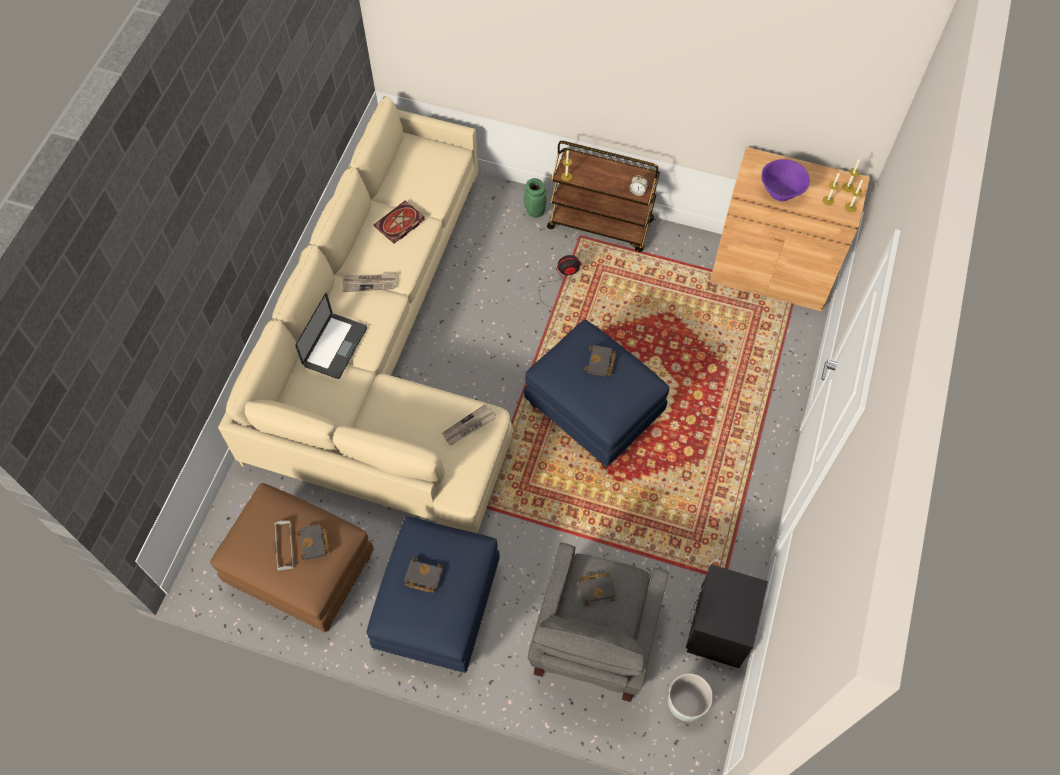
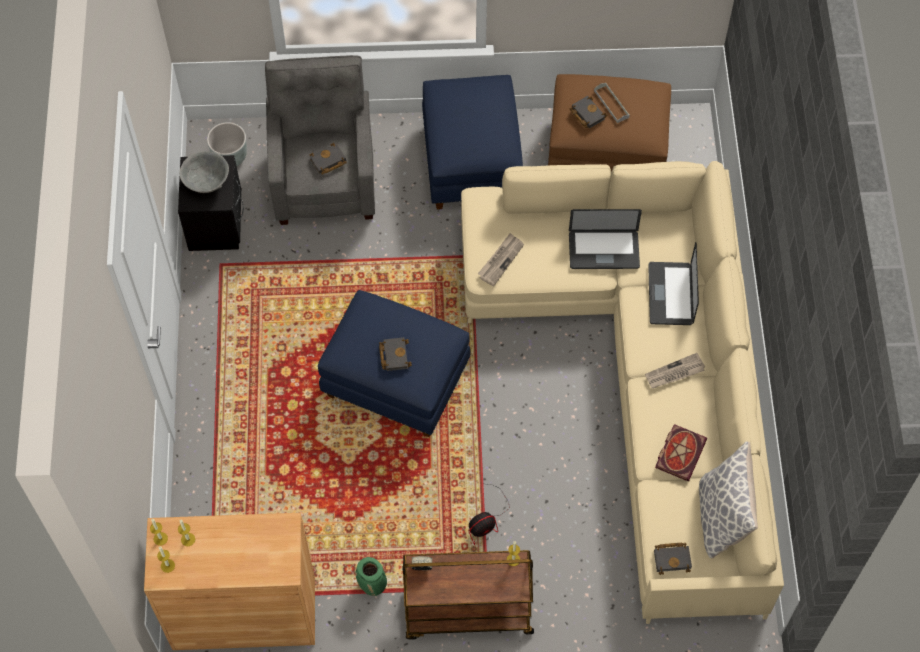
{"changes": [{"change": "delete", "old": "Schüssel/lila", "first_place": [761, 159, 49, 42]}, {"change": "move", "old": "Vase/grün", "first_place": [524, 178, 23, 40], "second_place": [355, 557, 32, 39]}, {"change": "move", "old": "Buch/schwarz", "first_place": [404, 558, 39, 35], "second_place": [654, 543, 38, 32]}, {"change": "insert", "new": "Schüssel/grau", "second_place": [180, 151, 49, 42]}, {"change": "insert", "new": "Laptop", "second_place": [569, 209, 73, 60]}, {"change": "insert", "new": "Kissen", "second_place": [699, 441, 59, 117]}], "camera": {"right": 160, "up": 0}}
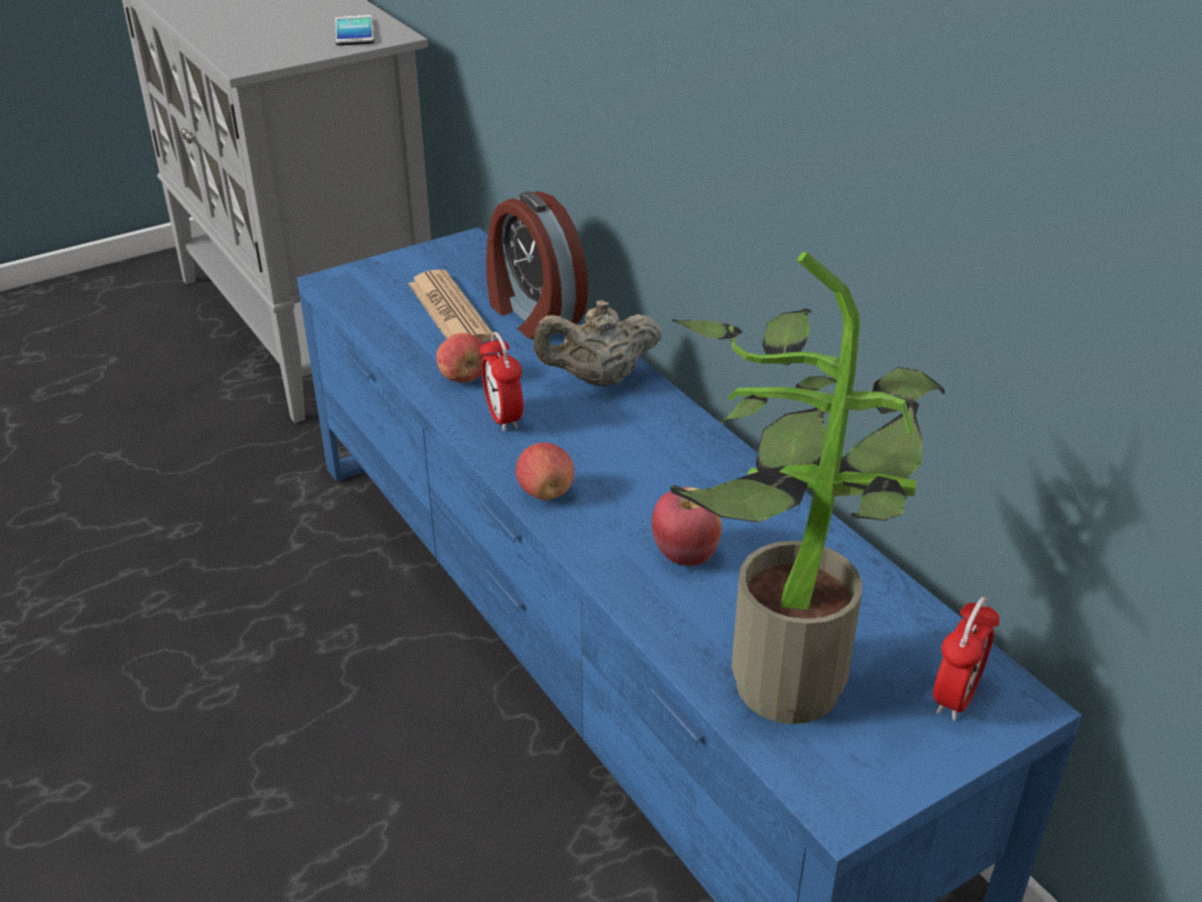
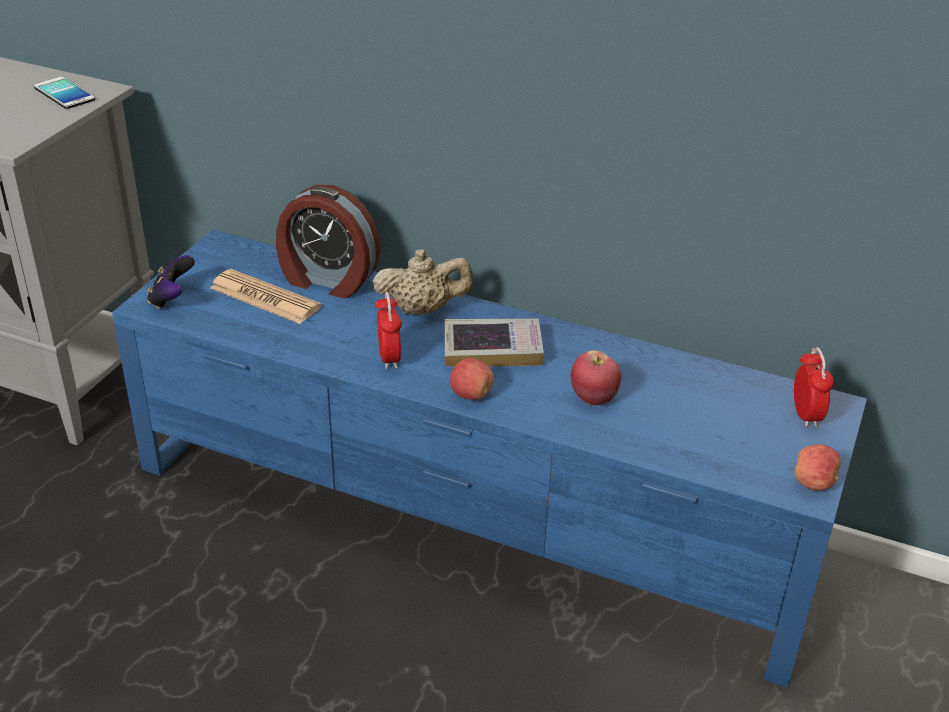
{"changes": [{"change": "delete", "old": "Topfpflanze", "first_place": [670, 252, 275, 472]}, {"change": "rotate", "old": "Teekanne/beige", "first_place": [534, 300, 128, 86], "second_place": [373, 249, 100, 66], "degrees": -135}, {"change": "rotate", "old": "Wecker", "first_place": [480, 332, 43, 100], "second_place": [375, 292, 27, 78], "degrees": -135}, {"change": "move", "old": "Apfel", "first_place": [436, 333, 52, 50], "second_place": [795, 444, 46, 46]}, {"change": "insert", "new": "Gamepad", "second_place": [147, 255, 48, 54]}, {"change": "insert", "new": "Buch", "second_place": [445, 319, 99, 48]}], "camera": {"right": -35, "up": 0}}
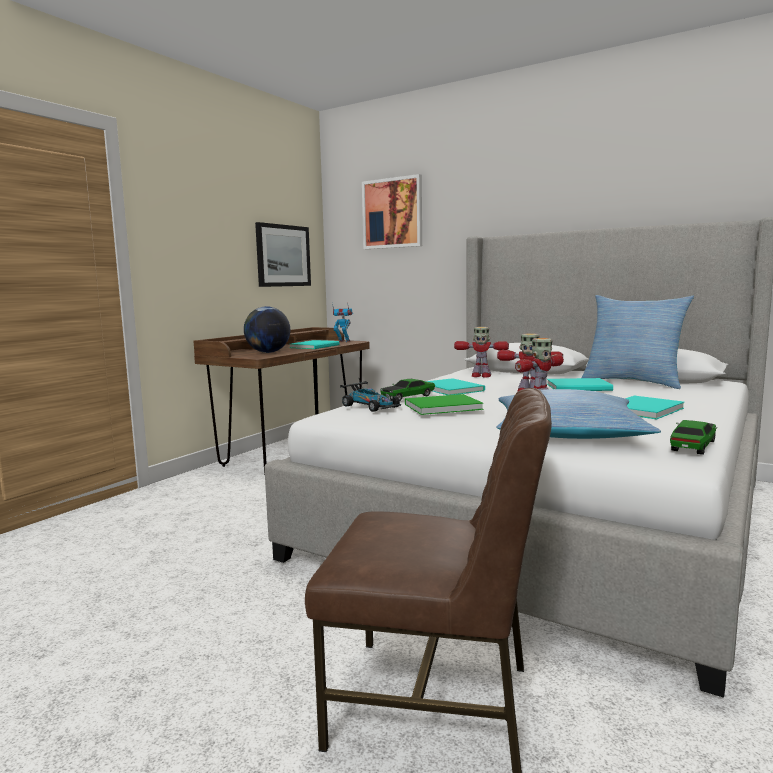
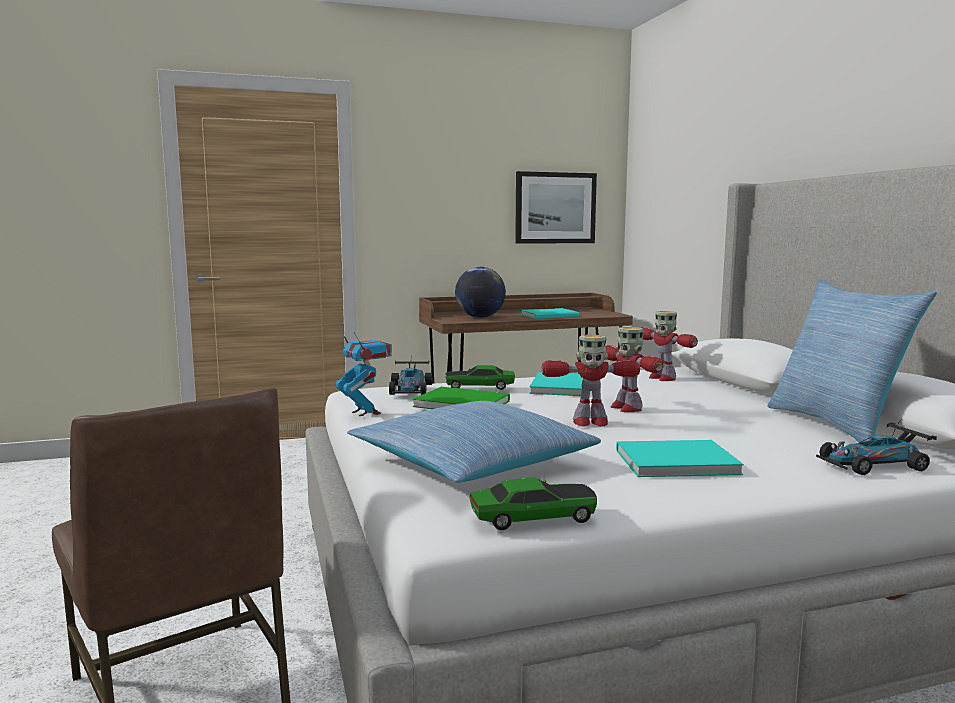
{"changes": [{"change": "delete", "old": "Bild", "first_place": [362, 174, 60, 75]}, {"change": "move", "old": "Spielzeugroboter", "first_place": [332, 302, 21, 40], "second_place": [336, 328, 56, 88]}, {"change": "delete", "old": "Buch/türkis", "first_place": [547, 378, 66, 13]}, {"change": "insert", "new": "Spielzeugauto", "second_place": [816, 419, 121, 56]}], "camera": {"right": 40, "up": 0}}
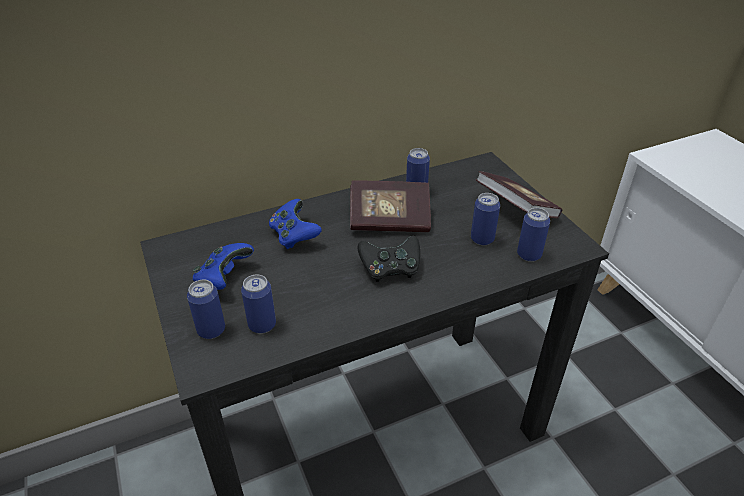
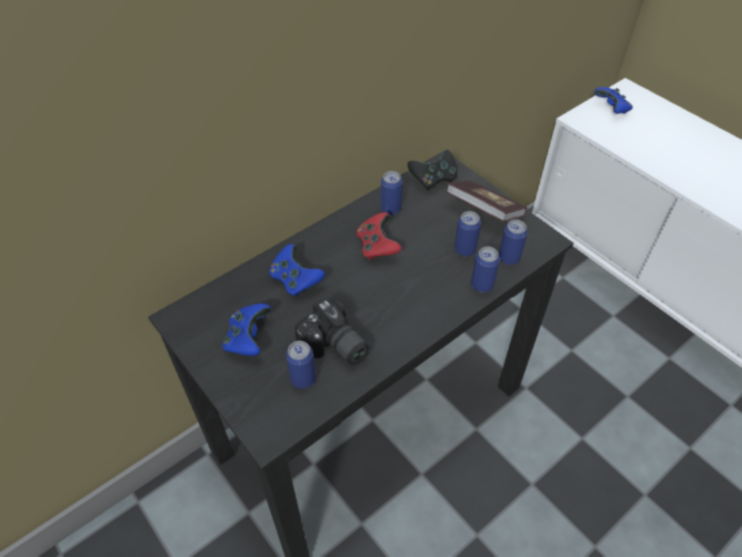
{"changes": [{"change": "replace", "old": "Buch", "new": "Gamepad/rot", "first_place": [350, 180, 81, 52], "second_place": [356, 212, 46, 48]}, {"change": "move", "old": "Gamepad/schwarz", "first_place": [358, 236, 62, 46], "second_place": [407, 150, 50, 40]}, {"change": "move", "old": "Dose", "first_place": [187, 280, 38, 59], "second_place": [471, 246, 29, 47]}, {"change": "insert", "new": "Gamepad/blau", "second_place": [594, 87, 39, 27]}, {"change": "insert", "new": "Kamera", "second_place": [294, 298, 76, 67]}], "camera": {"right": -15, "up": 10}}
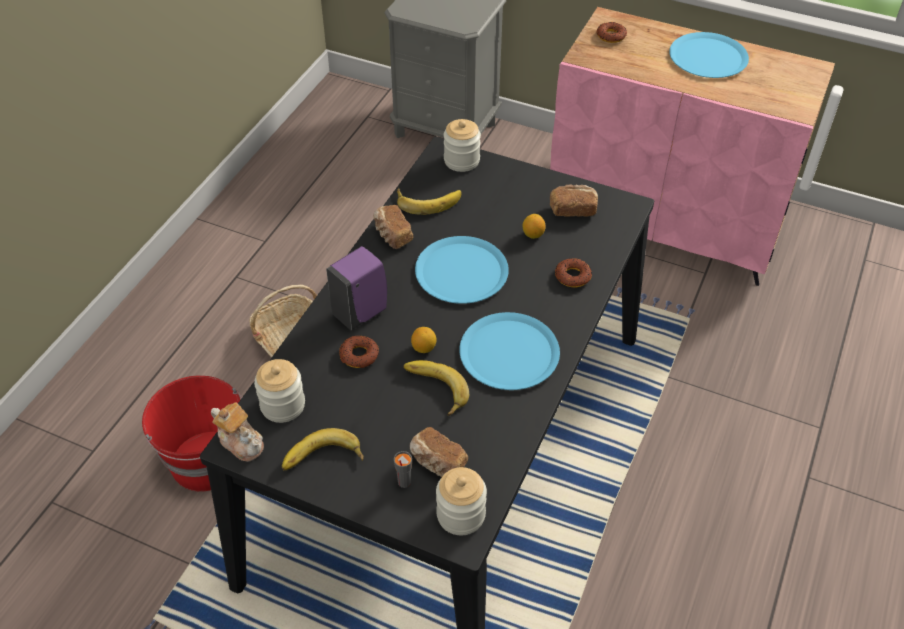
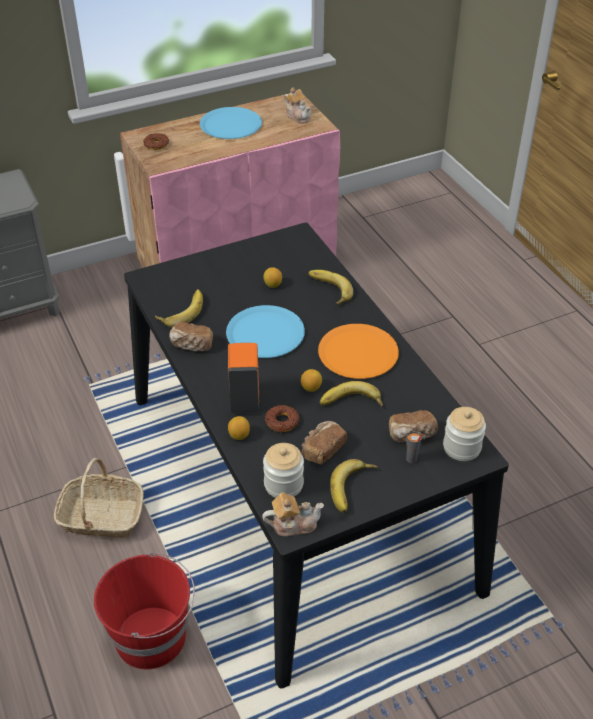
{"changes": [{"change": "delete", "old": "Vorratsglas", "first_place": [444, 119, 37, 53]}, {"change": "move", "old": "Brot", "first_place": [550, 184, 48, 33], "second_place": [302, 421, 45, 43]}, {"change": "recolor", "old": "Seifenspender/lila", "new": "Seifenspender/orange", "first_place": [326, 246, 61, 84], "second_place": [228, 343, 32, 70]}, {"change": "replace", "old": "Donut", "new": "Banane", "first_place": [555, 258, 37, 29], "second_place": [308, 270, 45, 35]}, {"change": "recolor", "old": "Teller/blau", "new": "Teller/orange", "first_place": [459, 312, 101, 78], "second_place": [318, 324, 81, 55]}, {"change": "insert", "new": "Teekanne", "second_place": [284, 87, 27, 37]}, {"change": "insert", "new": "Zitrone", "second_place": [228, 416, 22, 24]}], "camera": {"right": -50, "up": -5}}
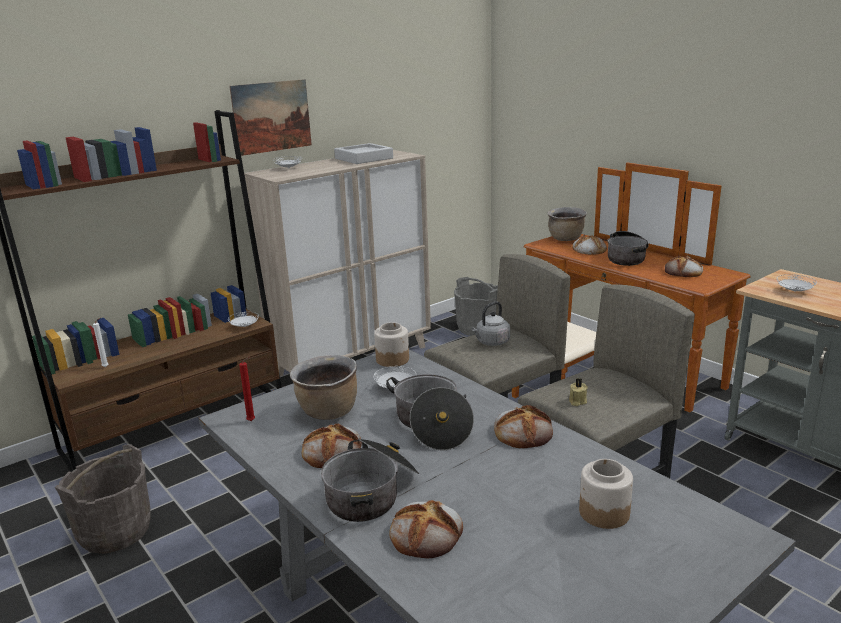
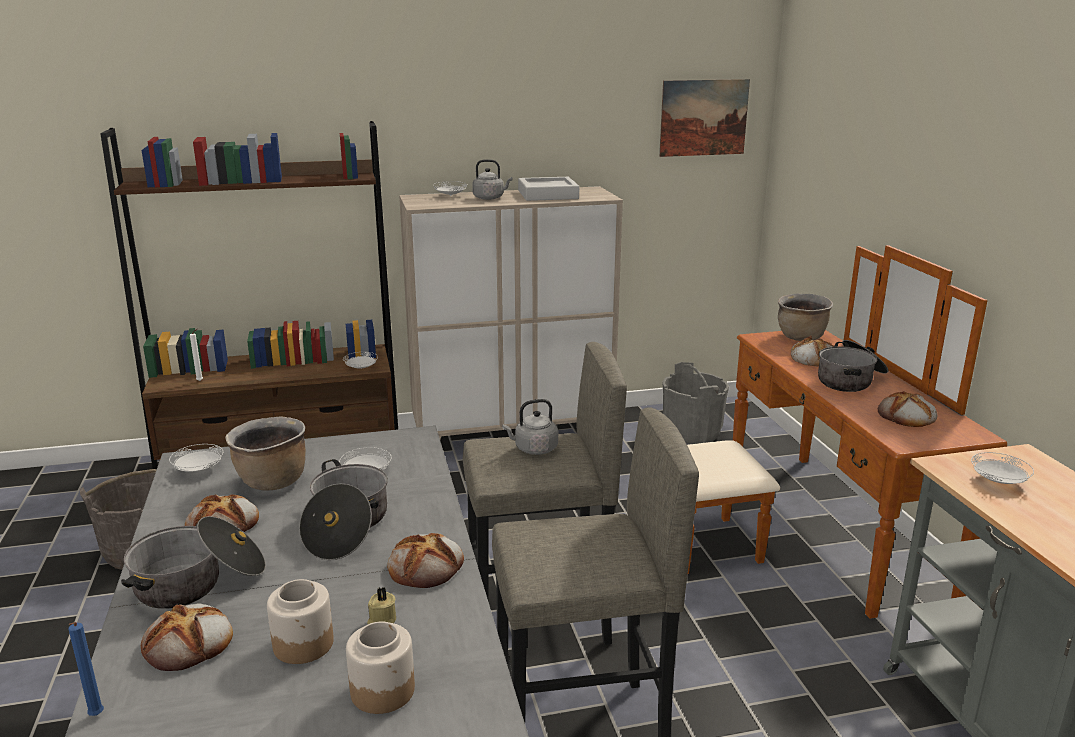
{"changes": [{"change": "move", "old": "Bild", "first_place": [229, 79, 83, 77], "second_place": [659, 79, 91, 78]}, {"change": "move", "old": "Vorratsglas", "first_place": [374, 322, 35, 45], "second_place": [267, 579, 67, 85]}, {"change": "replace", "old": "Kerze/rot", "new": "Teller/weiß", "first_place": [239, 357, 16, 64], "second_place": [169, 444, 54, 28]}, {"change": "move", "old": "Kerze/beige", "first_place": [569, 378, 19, 28], "second_place": [367, 587, 29, 37]}, {"change": "insert", "new": "Wasserkessel/grau", "second_place": [472, 159, 41, 41]}, {"change": "insert", "new": "Kerze/blau", "second_place": [68, 622, 36, 94]}], "camera": {"right": 25, "up": 0}}
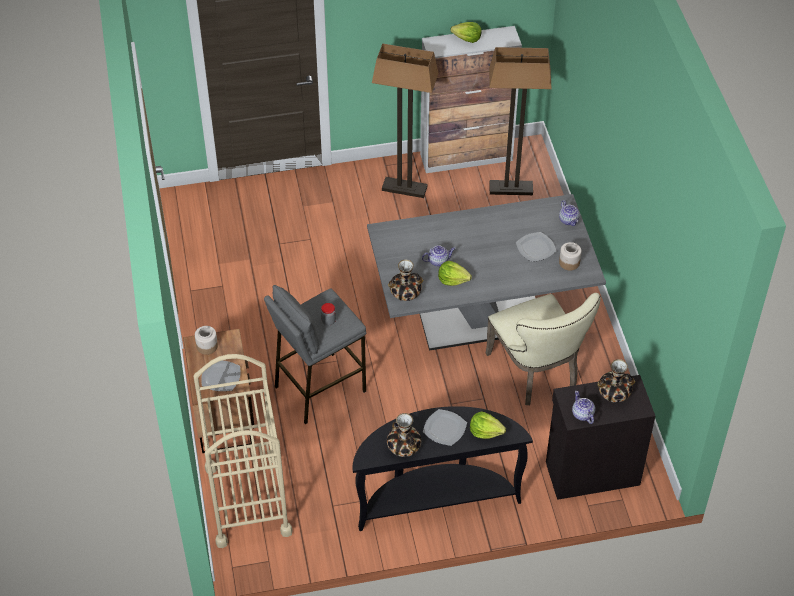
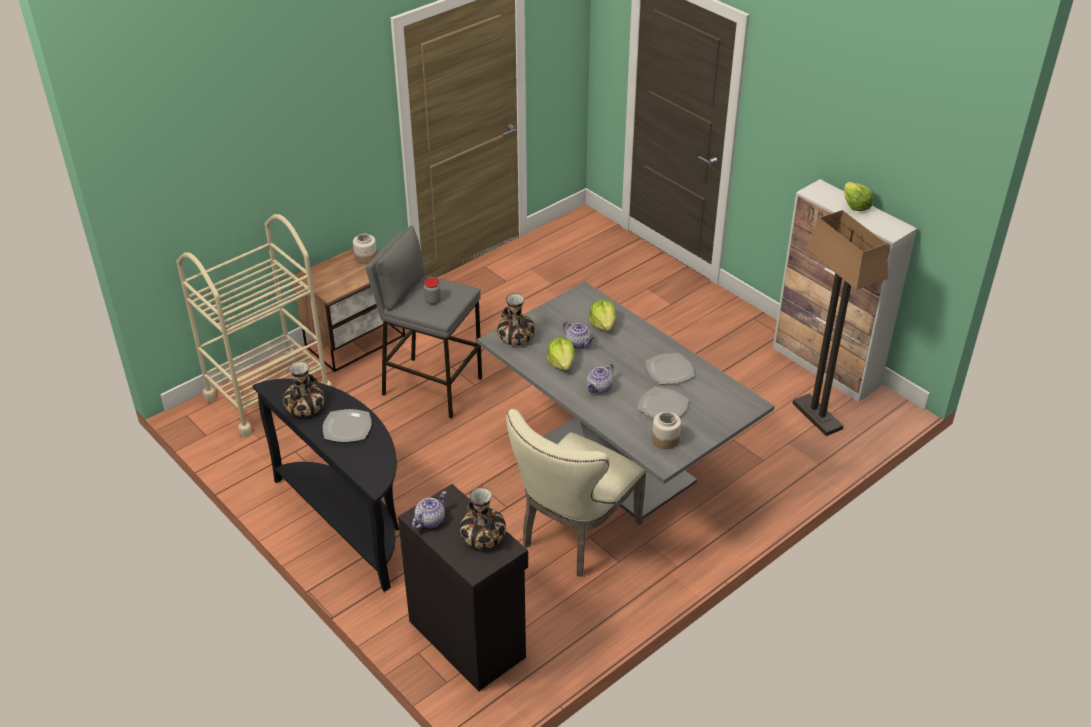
{"changes": [{"change": "delete", "old": "Stehlampe", "first_place": [372, 43, 66, 155]}, {"change": "move", "old": "Teekanne", "first_place": [559, 200, 21, 26], "second_place": [586, 363, 28, 31]}, {"change": "move", "old": "Teller", "first_place": [201, 361, 40, 30], "second_place": [646, 353, 49, 31]}, {"change": "move", "old": "Salatkopf", "first_place": [470, 411, 36, 28], "second_place": [589, 300, 27, 31]}], "camera": {"right": 60, "up": -10}}
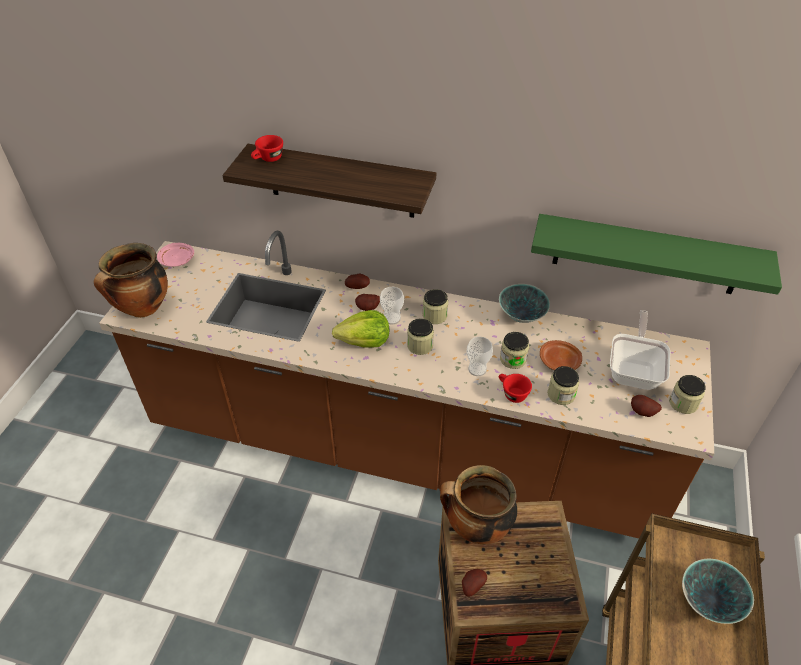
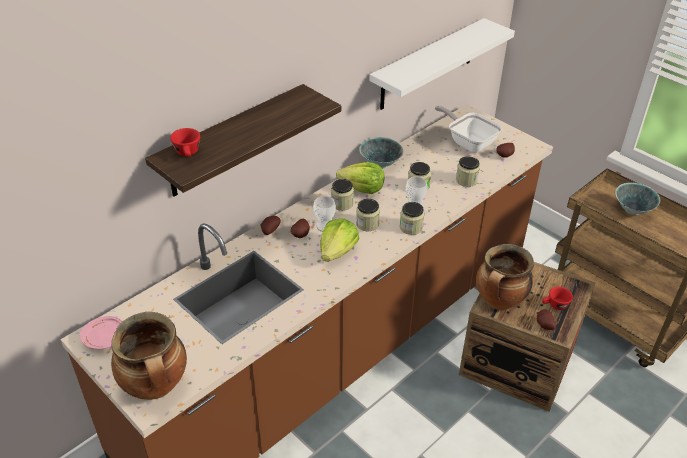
{"changes": [{"change": "recolor", "old": "Wandregal/grün", "new": "Wandregal/weiß", "first_place": [531, 214, 251, 81], "second_place": [369, 18, 146, 92]}, {"change": "delete", "old": "Teller/braun", "first_place": [540, 340, 42, 31]}, {"change": "move", "old": "Tasse/rot", "first_place": [499, 374, 33, 29], "second_place": [542, 287, 31, 23]}, {"change": "move", "old": "Vorratsglas", "first_place": [669, 375, 37, 39], "second_place": [399, 202, 26, 33]}, {"change": "insert", "new": "Salatkopf", "second_place": [336, 162, 49, 32]}], "camera": {"right": -60, "up": -5}}
